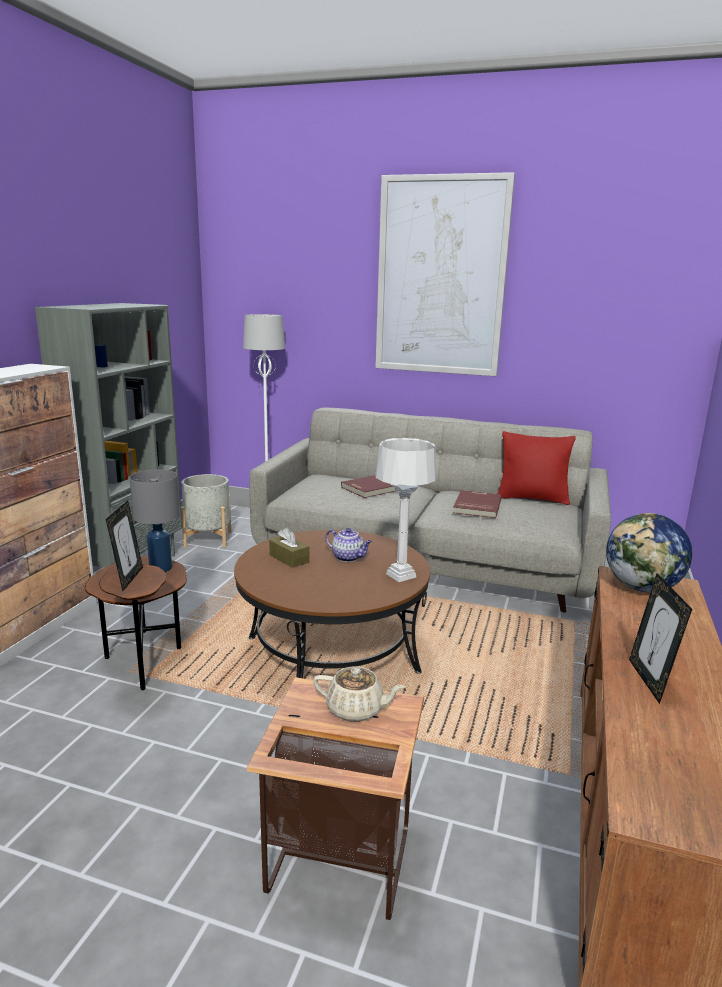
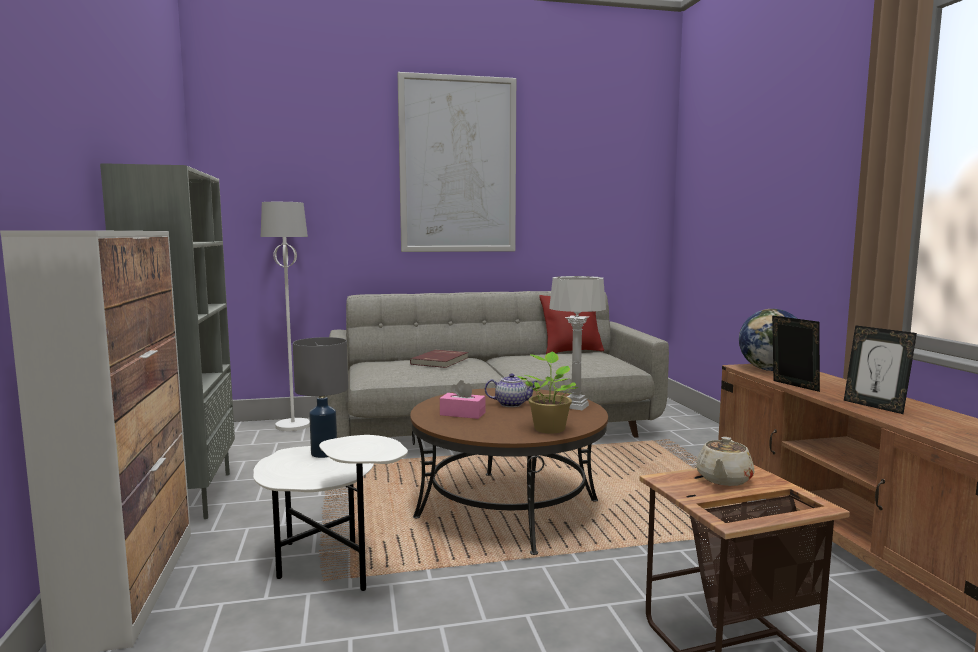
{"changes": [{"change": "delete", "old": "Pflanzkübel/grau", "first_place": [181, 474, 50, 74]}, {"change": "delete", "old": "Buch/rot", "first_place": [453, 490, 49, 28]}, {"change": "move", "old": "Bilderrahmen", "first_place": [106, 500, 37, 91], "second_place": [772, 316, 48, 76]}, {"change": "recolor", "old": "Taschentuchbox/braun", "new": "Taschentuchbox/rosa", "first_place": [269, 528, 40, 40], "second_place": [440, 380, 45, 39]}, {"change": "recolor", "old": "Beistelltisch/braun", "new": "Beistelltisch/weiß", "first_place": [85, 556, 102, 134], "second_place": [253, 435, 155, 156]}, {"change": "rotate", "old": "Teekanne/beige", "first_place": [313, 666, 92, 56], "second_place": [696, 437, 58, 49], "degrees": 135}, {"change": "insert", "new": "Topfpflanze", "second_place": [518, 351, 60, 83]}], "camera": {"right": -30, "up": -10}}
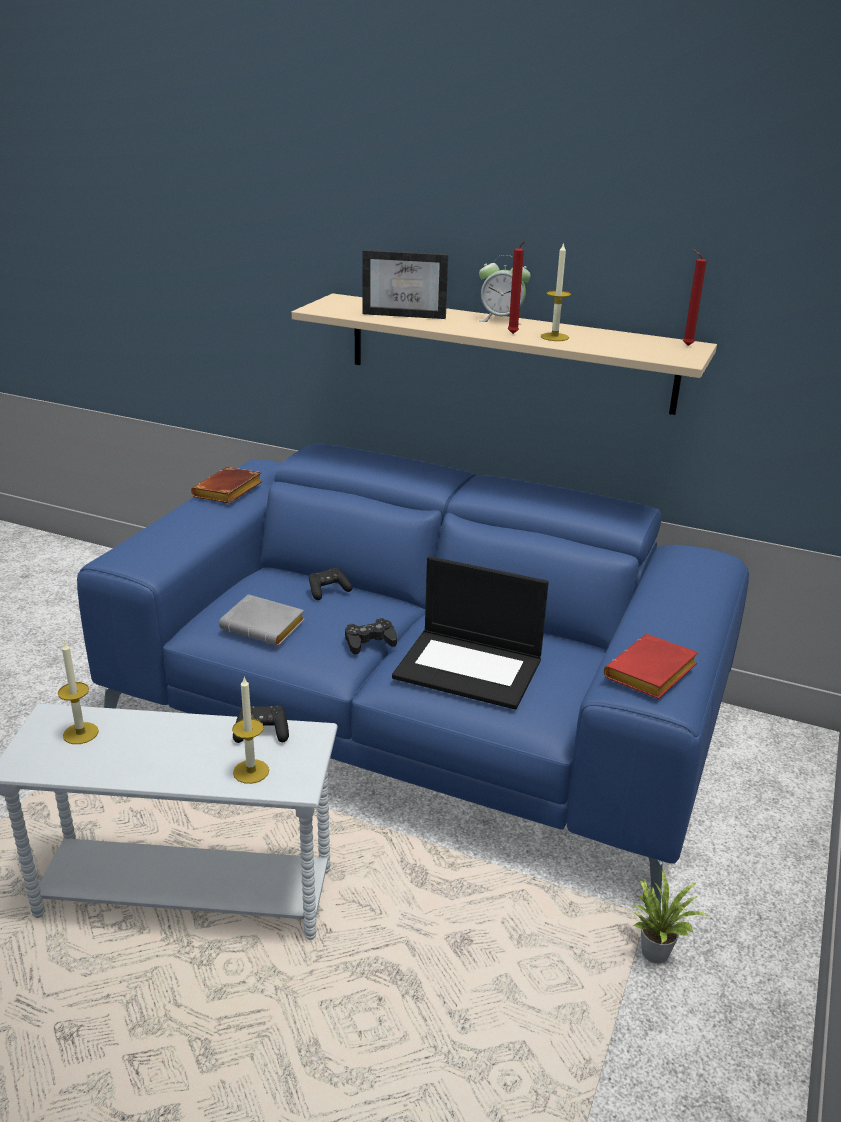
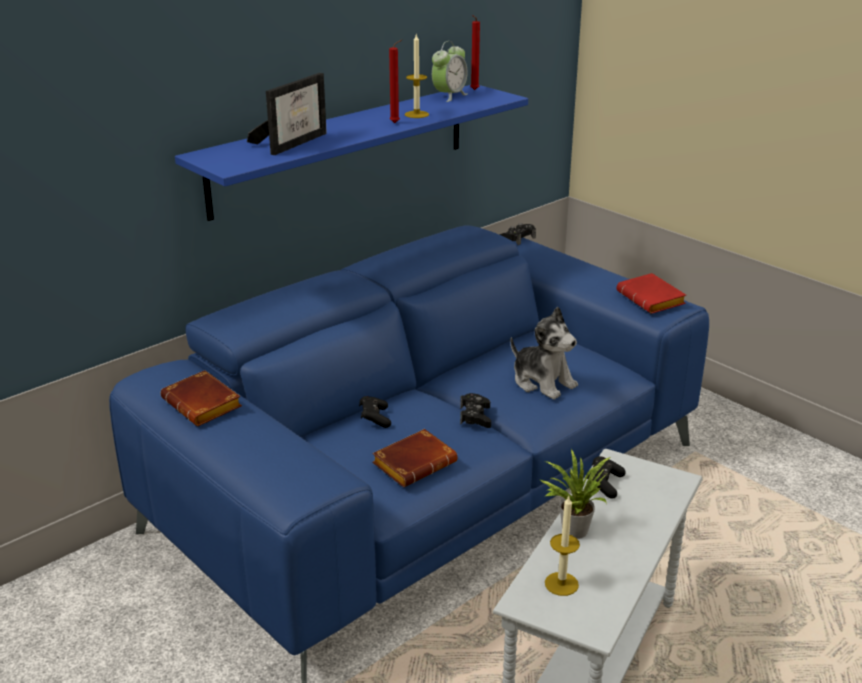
{"changes": [{"change": "move", "old": "Wecker", "first_place": [479, 255, 52, 70], "second_place": [432, 41, 36, 61]}, {"change": "recolor", "old": "Wandregal/beige", "new": "Wandregal/blau", "first_place": [292, 293, 425, 122], "second_place": [175, 85, 353, 136]}, {"change": "replace", "old": "Laptop", "new": "Plüschtier", "first_place": [392, 556, 157, 154], "second_place": [510, 307, 68, 93]}, {"change": "recolor", "old": "Buch/grau", "new": "Buch/braun", "first_place": [219, 594, 86, 52], "second_place": [372, 429, 85, 58]}, {"change": "delete", "old": "Kerze", "first_place": [232, 676, 37, 108]}, {"change": "move", "old": "Topfpflanze", "first_place": [632, 869, 79, 94], "second_place": [540, 449, 70, 90]}, {"change": "insert", "new": "Gamepad/schwarz", "second_place": [499, 223, 37, 22]}], "camera": {"right": -65, "up": 0}}
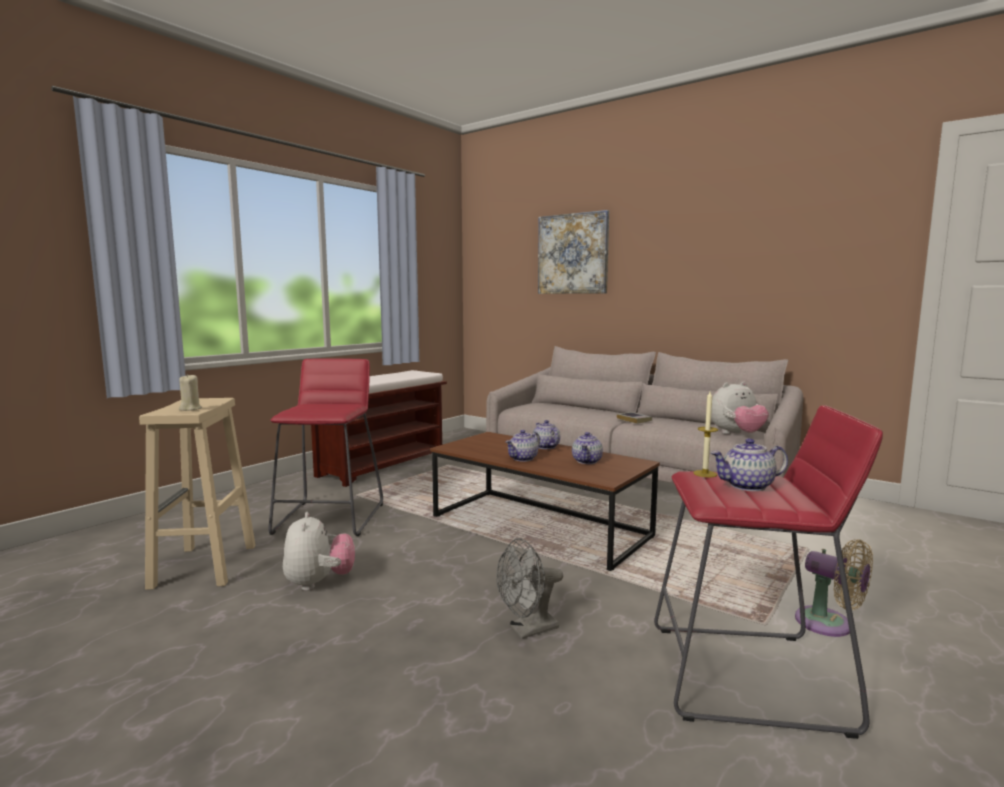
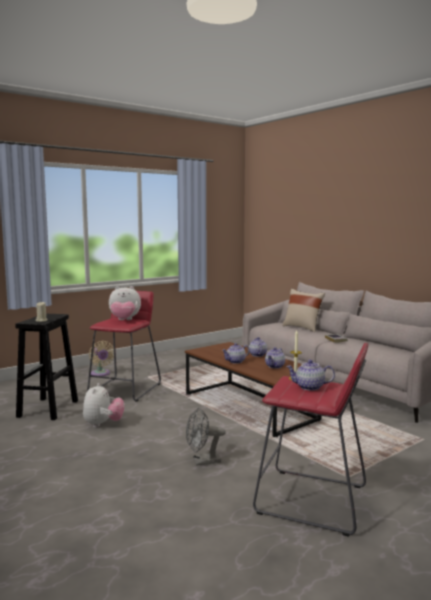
{"changes": [{"change": "delete", "old": "Bild", "first_place": [538, 210, 71, 84]}, {"change": "delete", "old": "Bank/braun", "first_place": [311, 370, 136, 117]}, {"change": "move", "old": "Plüschtier", "first_place": [711, 382, 58, 52], "second_place": [109, 286, 32, 34]}, {"change": "recolor", "old": "Hocker/beige", "new": "Hocker/schwarz", "first_place": [139, 398, 117, 192], "second_place": [15, 314, 63, 106]}, {"change": "move", "old": "Ventilator/beige", "first_place": [795, 539, 78, 98], "second_place": [89, 341, 25, 35]}, {"change": "insert", "new": "Kissen/beige", "second_place": [282, 288, 43, 44]}], "camera": {"right": 15, "up": 0}}
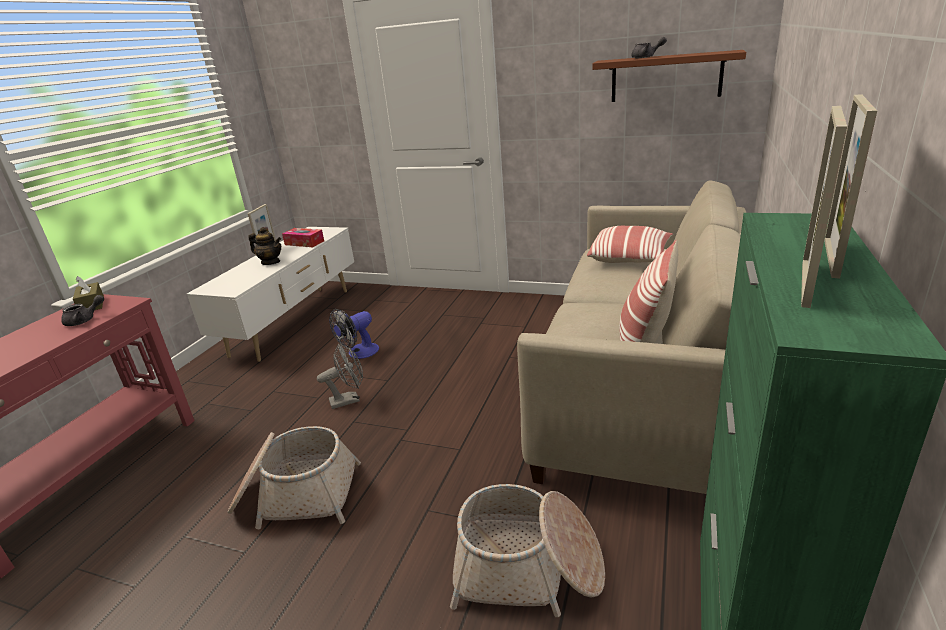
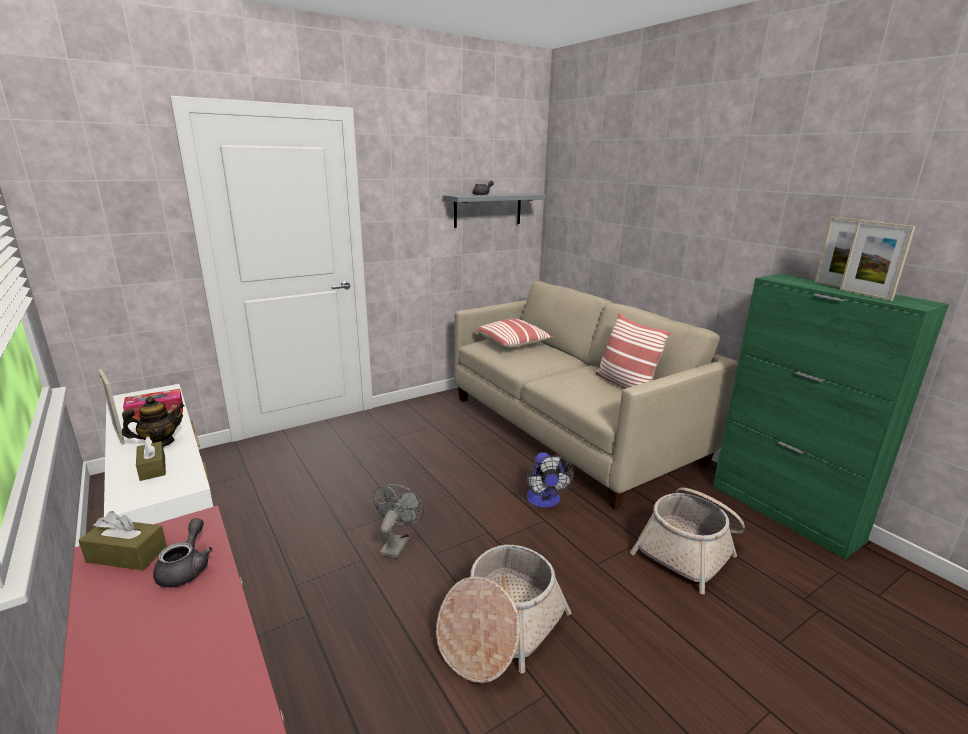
{"changes": [{"change": "recolor", "old": "Wandregal/braun", "new": "Wandregal/grau", "first_place": [592, 50, 154, 52], "second_place": [443, 193, 103, 35]}, {"change": "move", "old": "Ventilator", "first_place": [329, 309, 50, 50], "second_place": [526, 452, 48, 56]}, {"change": "insert", "new": "Taschentuchbox/braun", "second_place": [136, 437, 30, 44]}], "camera": {"right": -55, "up": -5}}
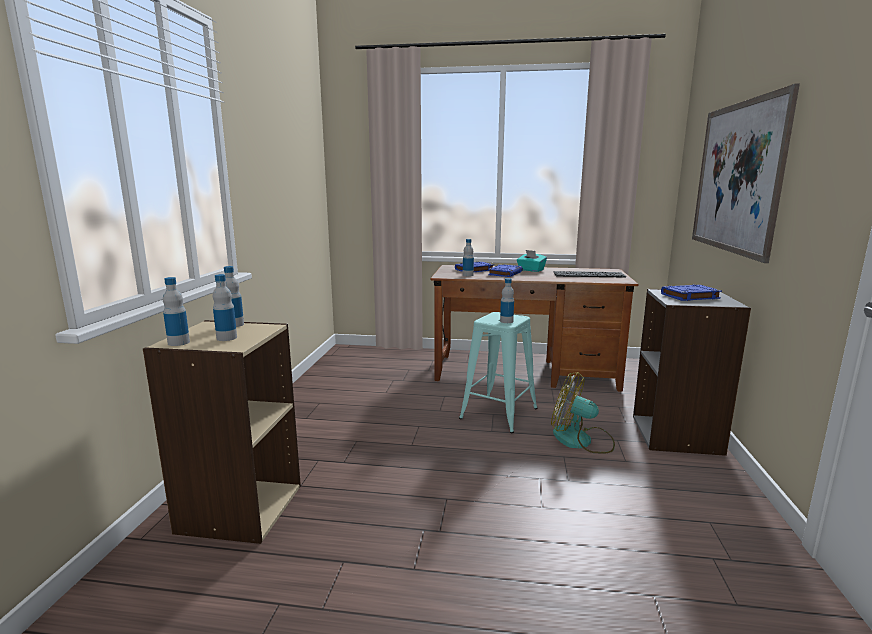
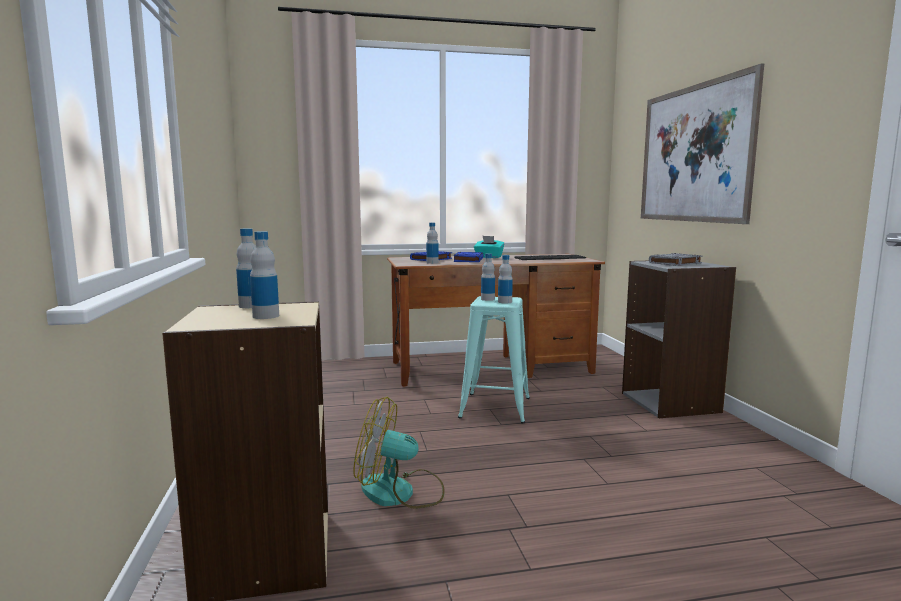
{"changes": [{"change": "move", "old": "Flasche", "first_place": [163, 277, 27, 69], "second_place": [481, 253, 14, 48]}, {"change": "recolor", "old": "Buch/blau", "new": "Buch/grau", "first_place": [661, 285, 61, 16], "second_place": [649, 253, 53, 13]}, {"change": "move", "old": "Ventilator", "first_place": [551, 372, 64, 81], "second_place": [353, 396, 92, 113]}], "camera": {"right": -20, "up": -5}}
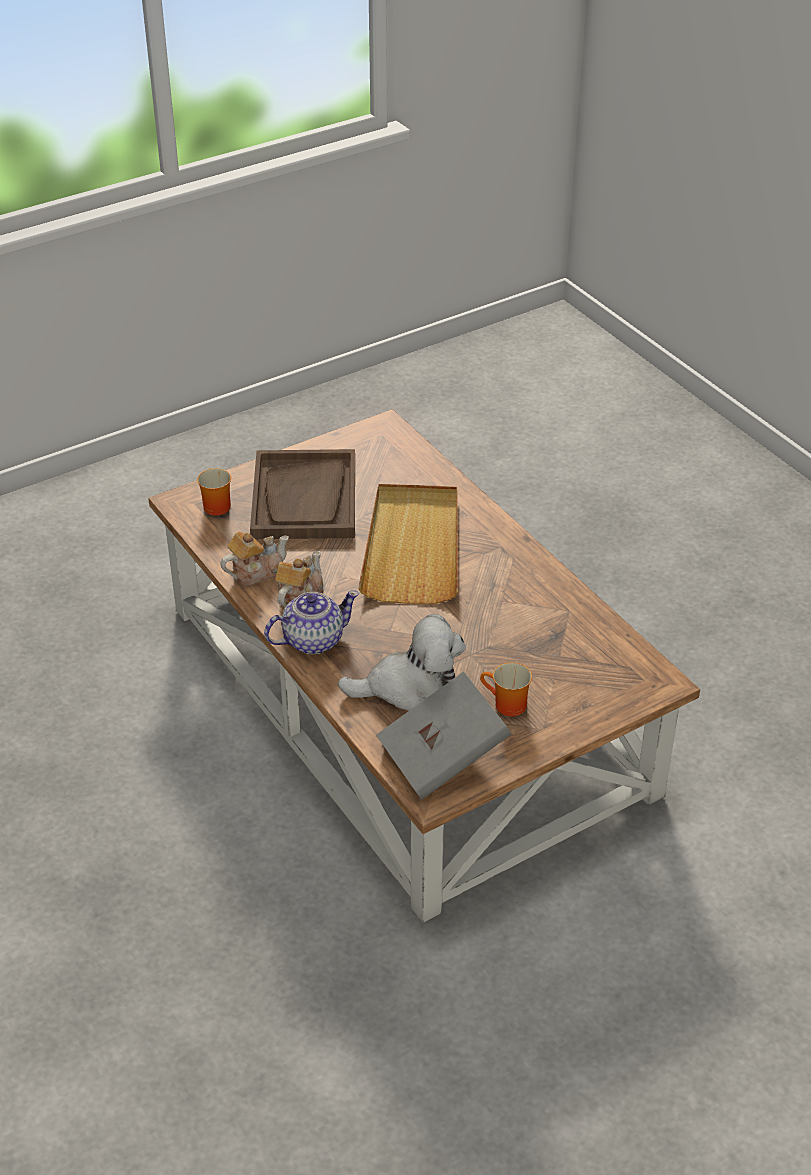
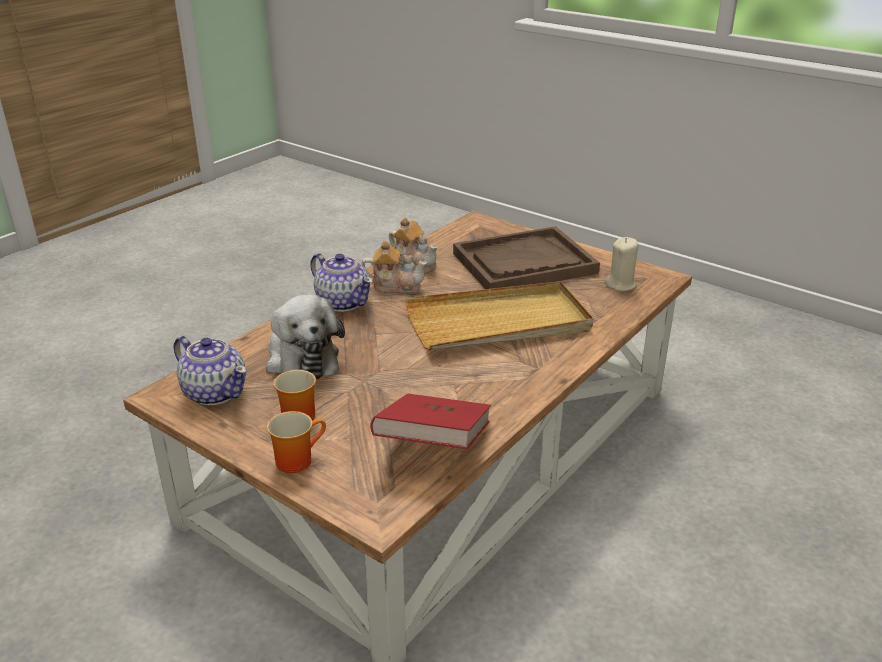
{"changes": [{"change": "move", "old": "Henkelbecher", "first_place": [197, 468, 34, 48], "second_place": [267, 411, 59, 62]}, {"change": "replace", "old": "Buch/grau", "new": "Teekanne", "first_place": [376, 672, 135, 128], "second_place": [174, 336, 73, 69]}, {"change": "insert", "new": "Kerze/beige", "second_place": [605, 237, 34, 54]}, {"change": "insert", "new": "Buch/rot", "second_place": [370, 393, 121, 56]}], "camera": {"right": 70, "up": -10}}
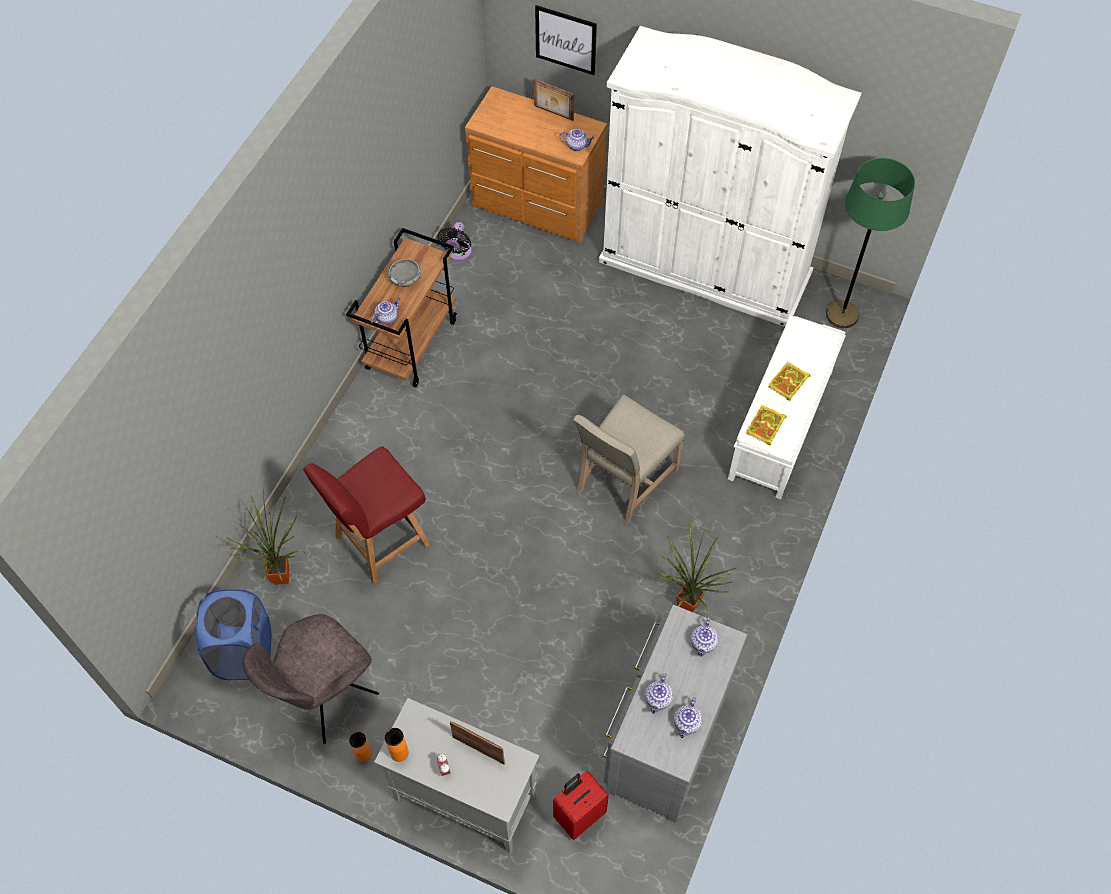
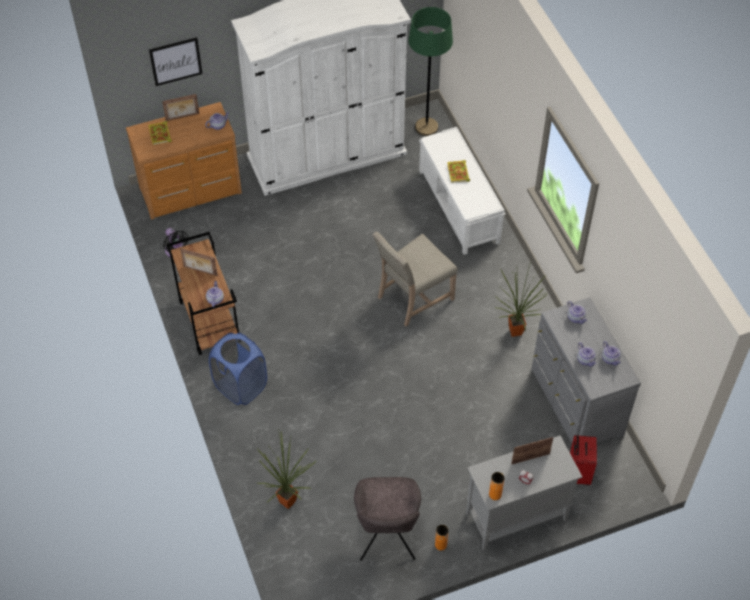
{"changes": [{"change": "replace", "old": "Schüssel/grau", "new": "Bilderrahmen", "first_place": [388, 259, 33, 28], "second_place": [180, 248, 38, 28]}, {"change": "rotate", "old": "Stuhl/beige", "first_place": [573, 394, 112, 130], "second_place": [372, 232, 86, 94], "degrees": 60}, {"change": "move", "old": "Buch", "first_place": [746, 405, 41, 40], "second_place": [148, 121, 24, 24]}, {"change": "delete", "old": "Stuhl/rot", "first_place": [303, 446, 127, 138]}, {"change": "move", "old": "Wäschekorb/blau", "first_place": [195, 589, 76, 91], "second_place": [209, 333, 58, 72]}], "camera": {"right": -45, "up": -5}}
